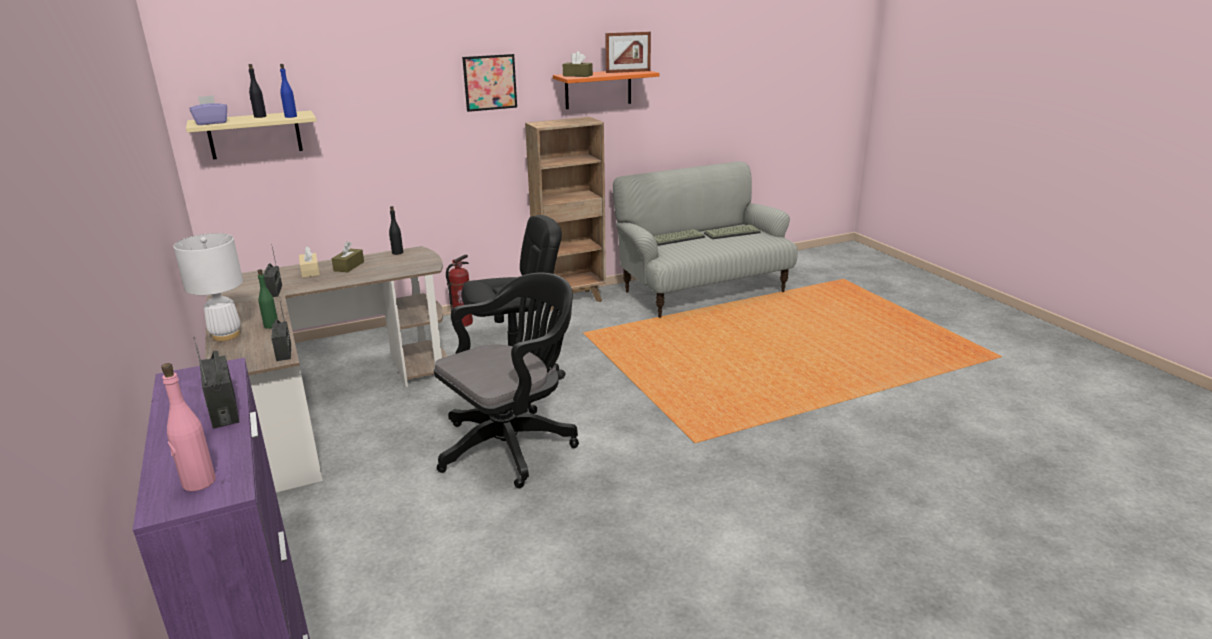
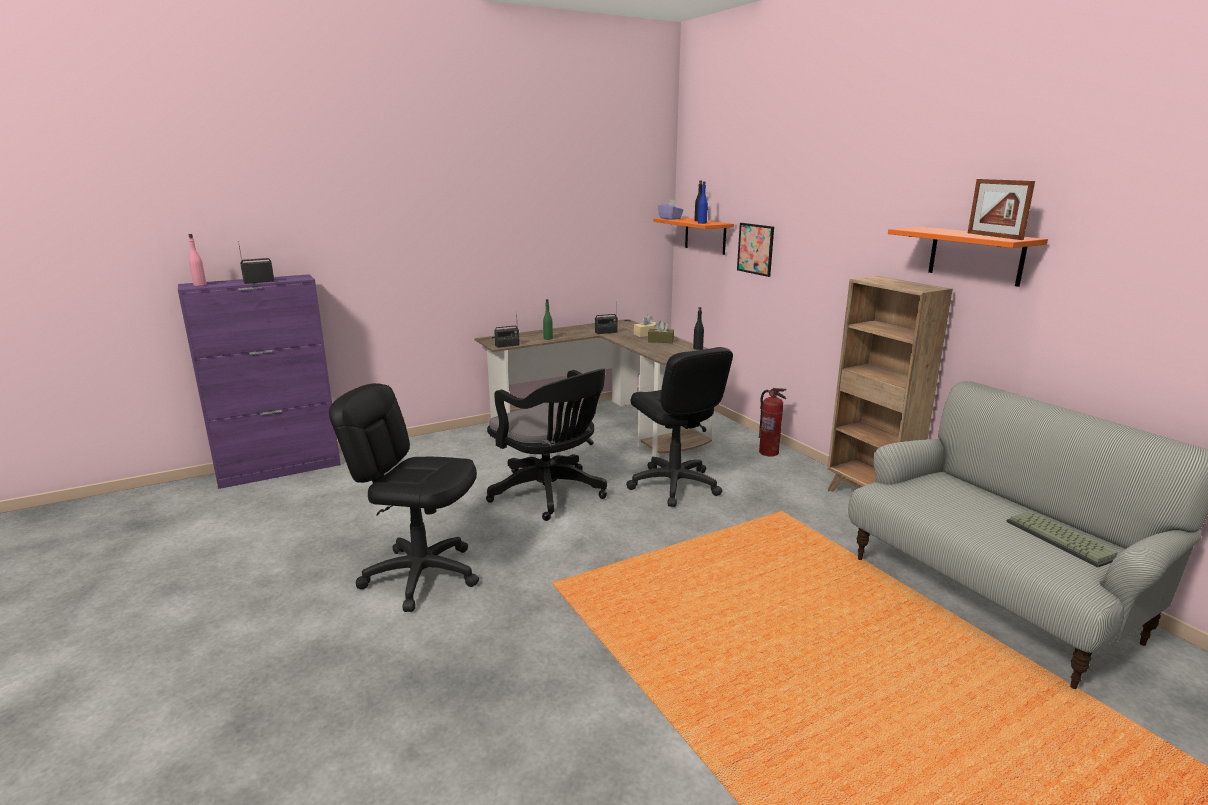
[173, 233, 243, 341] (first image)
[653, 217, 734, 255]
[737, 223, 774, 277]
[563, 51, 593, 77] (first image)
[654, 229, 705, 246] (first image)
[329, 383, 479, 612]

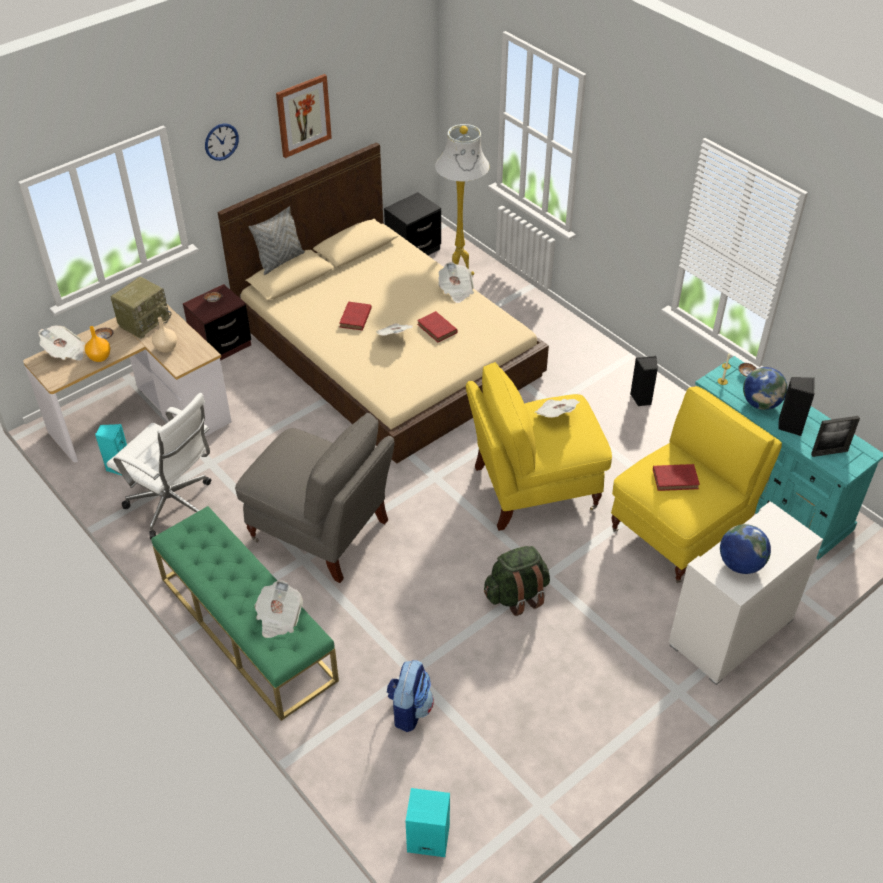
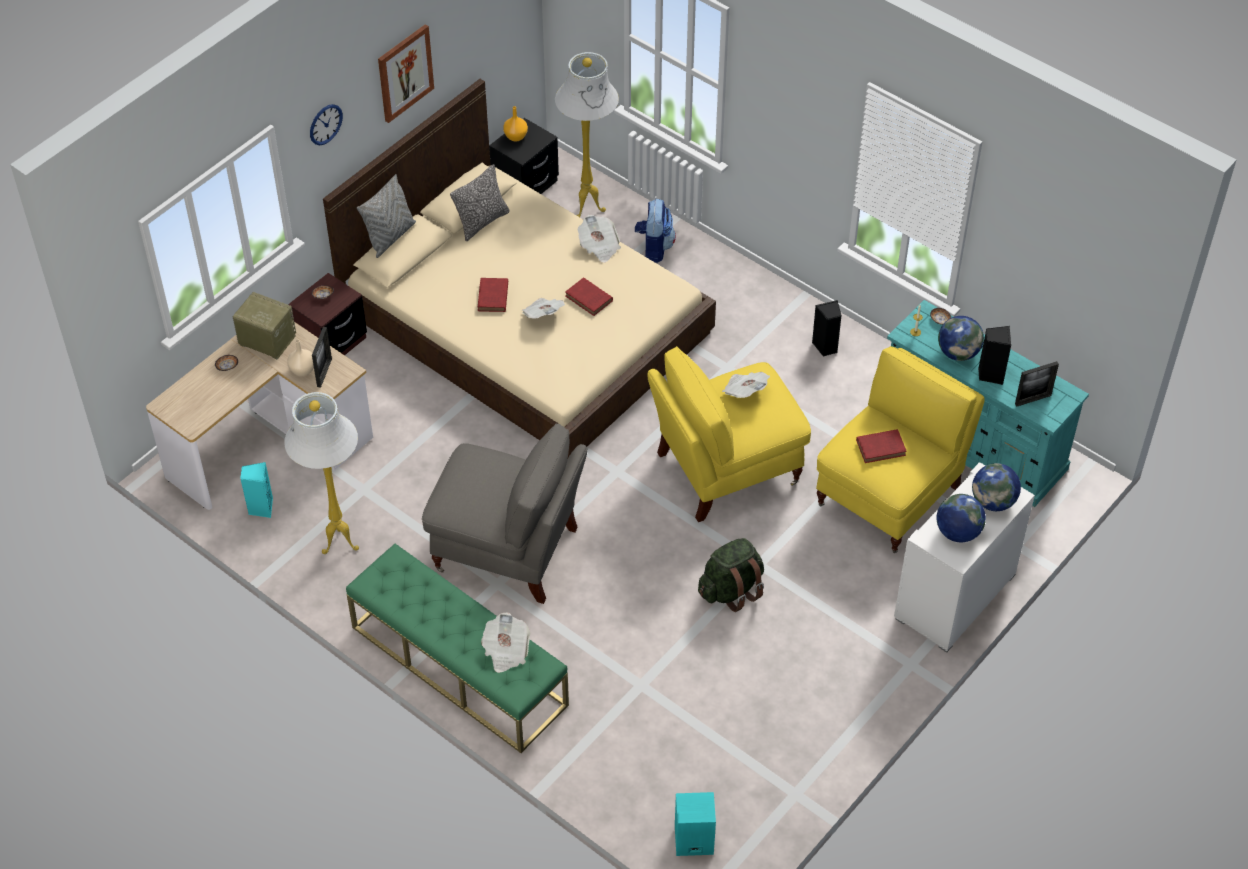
[39, 326, 85, 361] (first image)
[503, 106, 528, 141]
[284, 392, 359, 554]
[233, 292, 296, 360]
[635, 199, 676, 263]
[312, 327, 332, 388]
[450, 164, 510, 241]
[972, 463, 1021, 511]

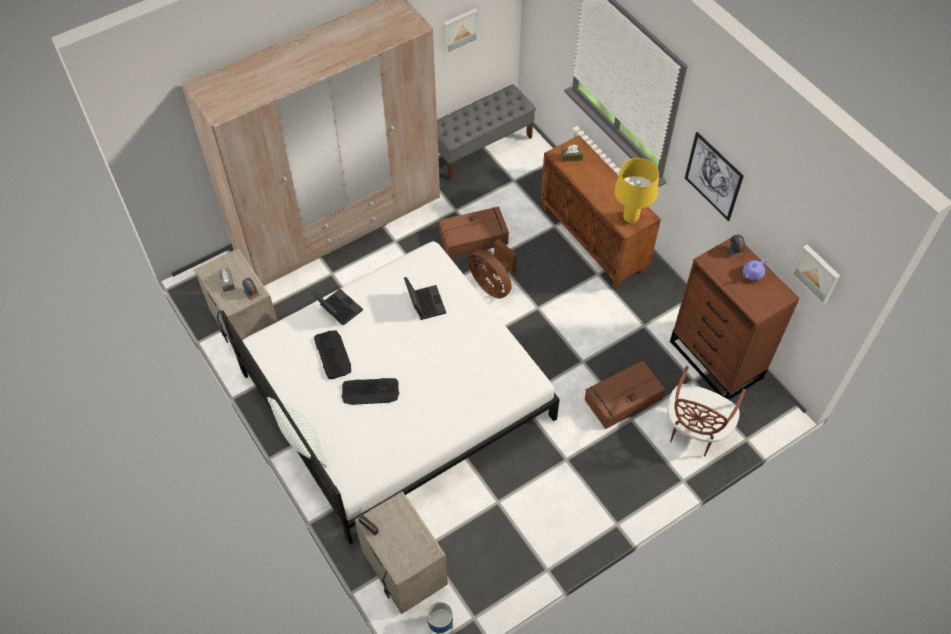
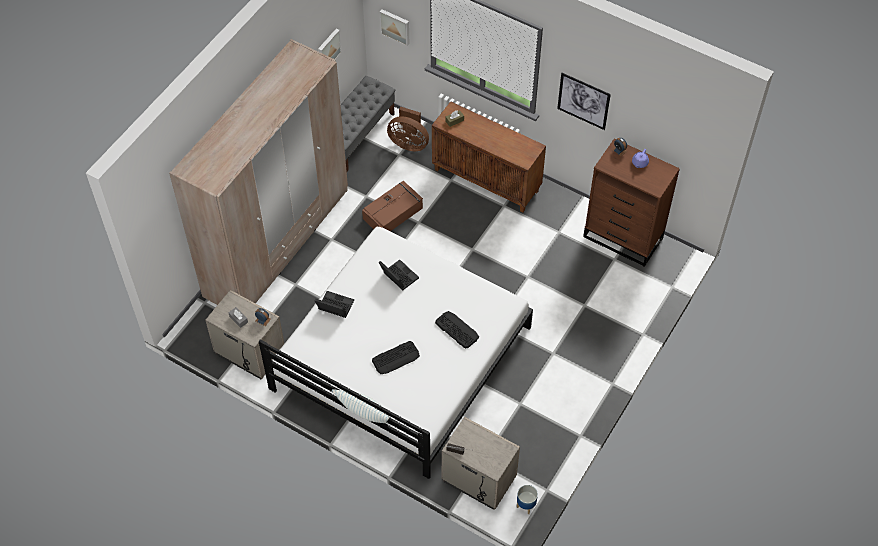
[435, 311, 479, 349]
[387, 107, 429, 151]
[585, 361, 666, 429] (first image)
[614, 158, 659, 223] (first image)
[667, 366, 746, 456] (first image)
[379, 9, 410, 46]

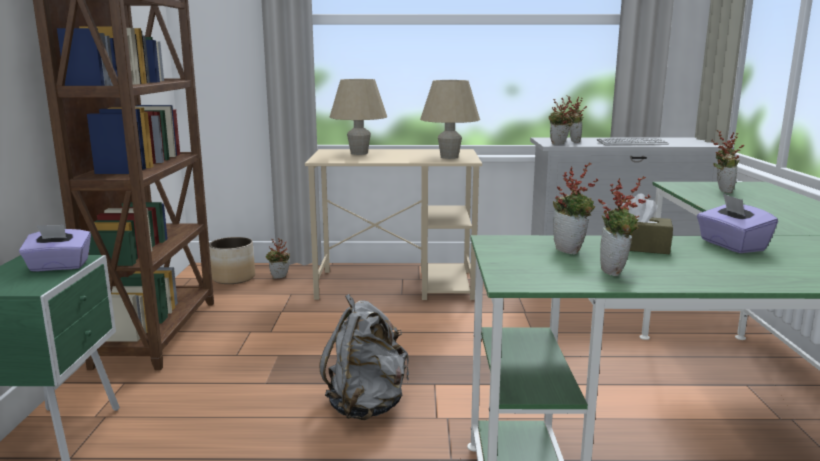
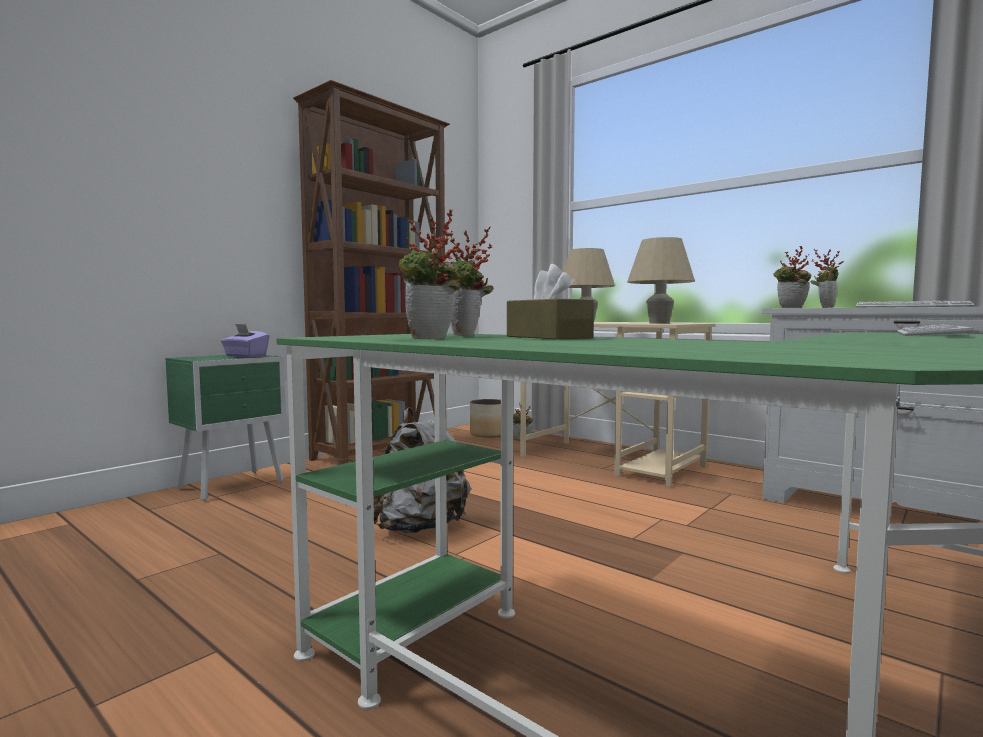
[697, 193, 778, 253] (first image)
[897, 324, 974, 337]

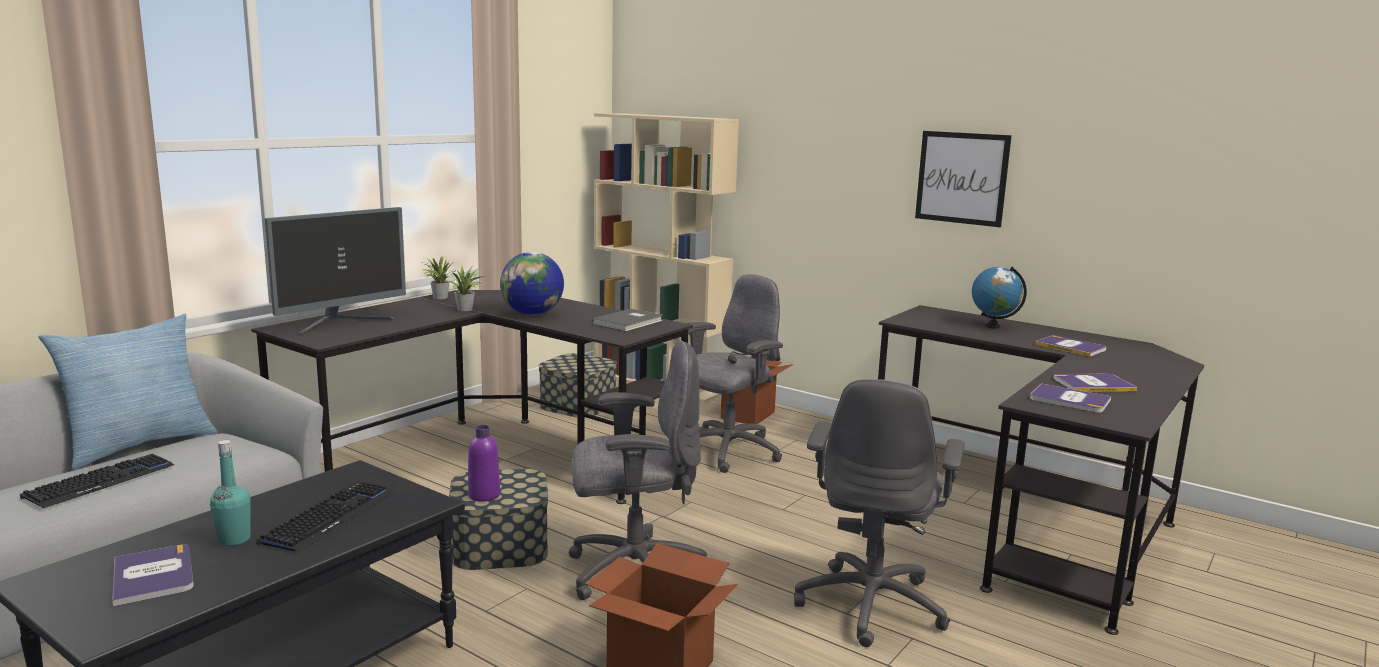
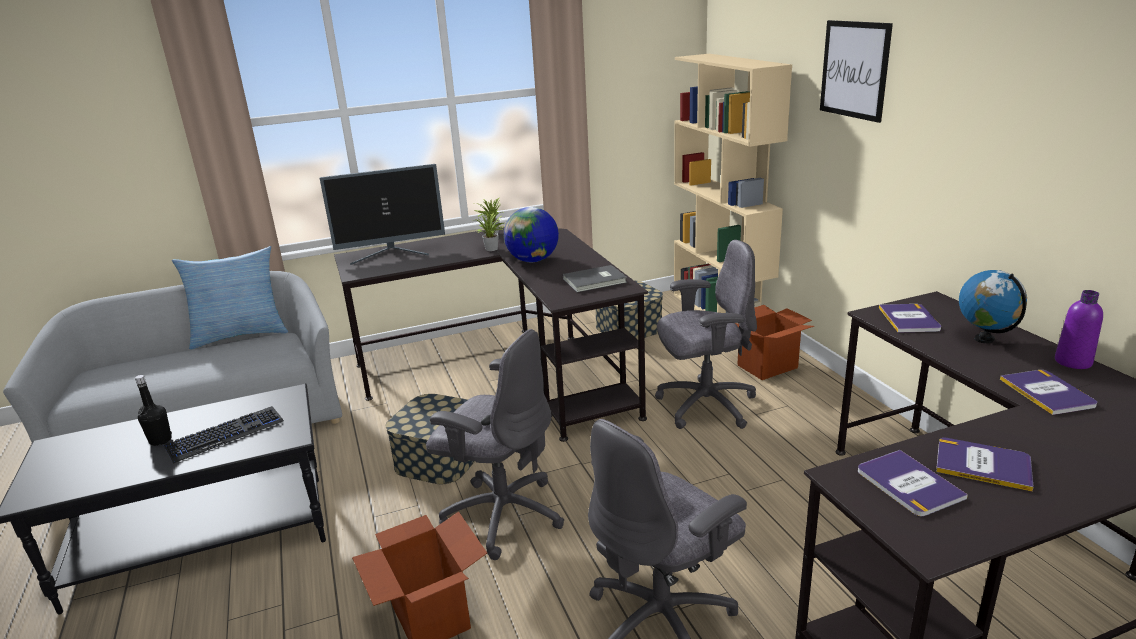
[20, 454, 174, 509] (first image)
[879, 304, 941, 333]
[135, 375, 172, 446]
[1055, 290, 1103, 369]
[820, 20, 893, 123]

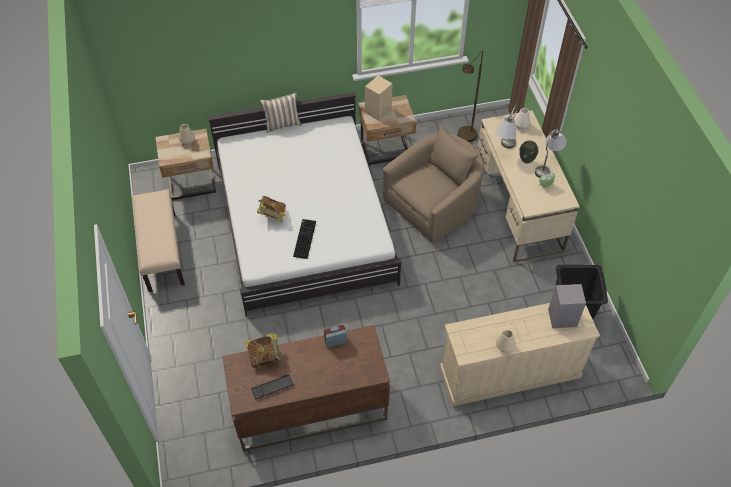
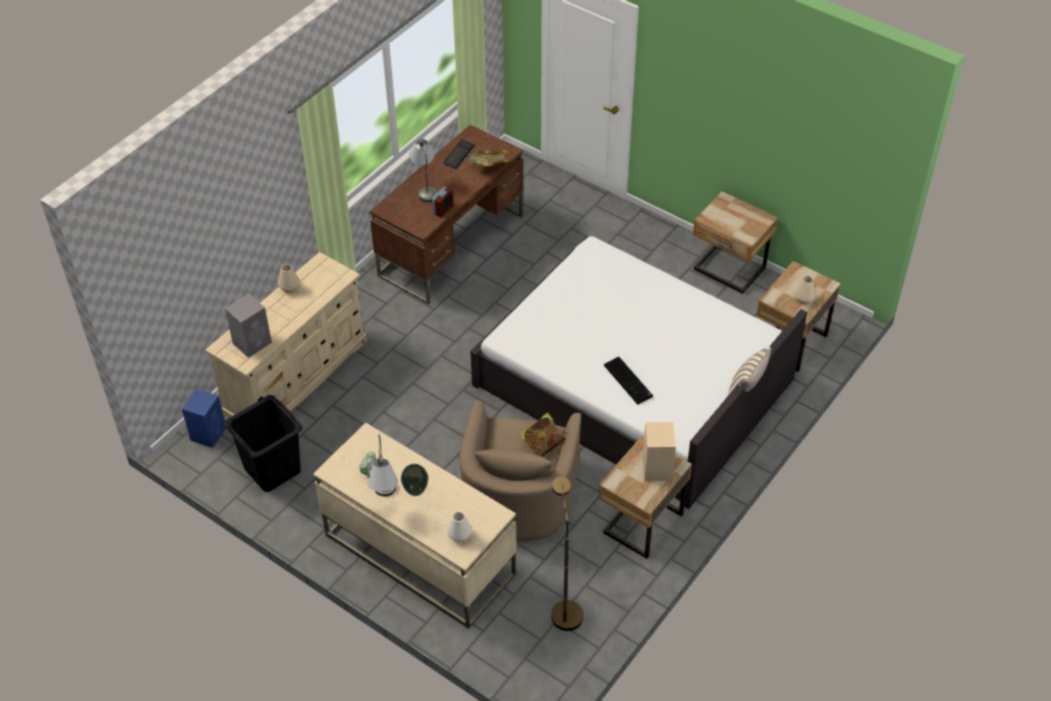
[693, 192, 778, 294]
[519, 413, 566, 457]
[604, 356, 653, 405]
[409, 139, 437, 202]
[182, 389, 226, 448]

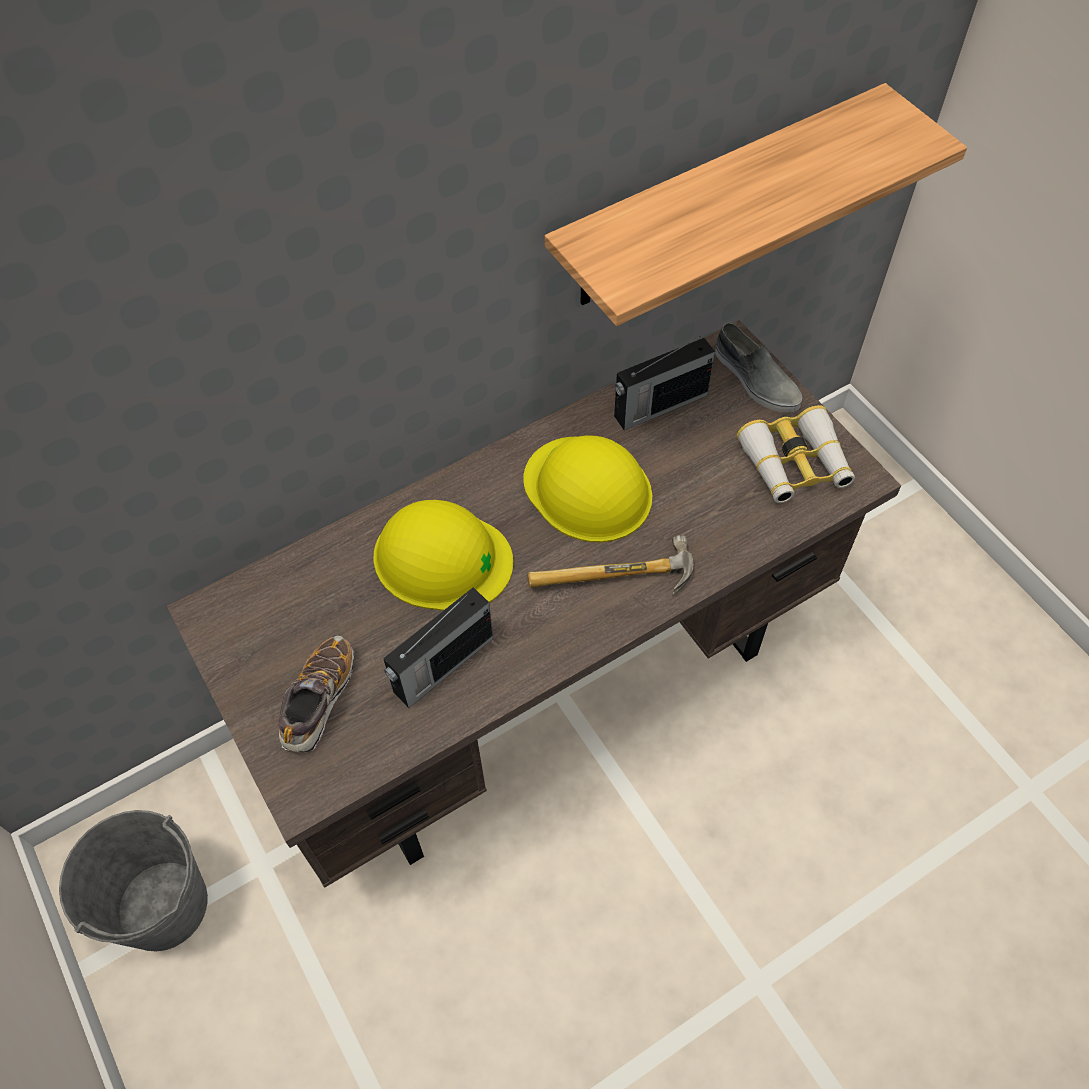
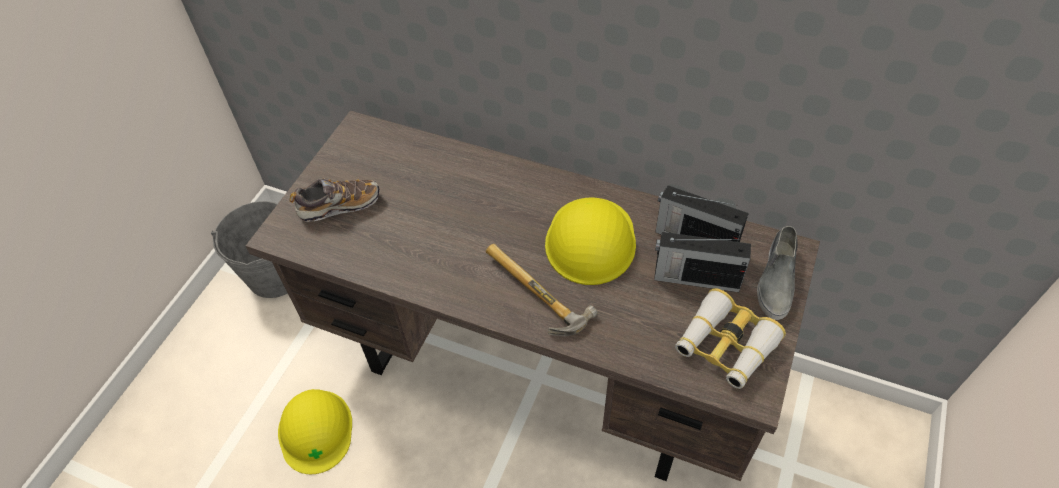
[278, 389, 352, 474]
[654, 232, 751, 292]
[545, 83, 967, 326] (first image)

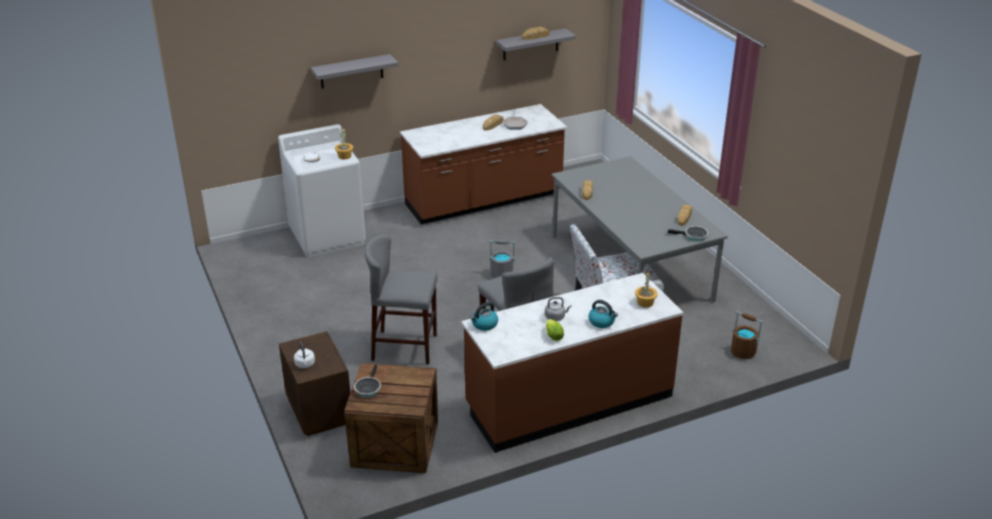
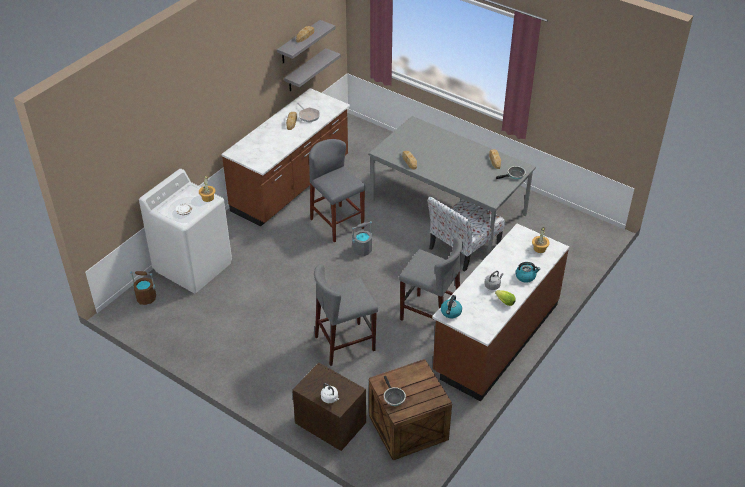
[284, 48, 341, 91]
[130, 271, 156, 305]
[309, 139, 365, 242]

